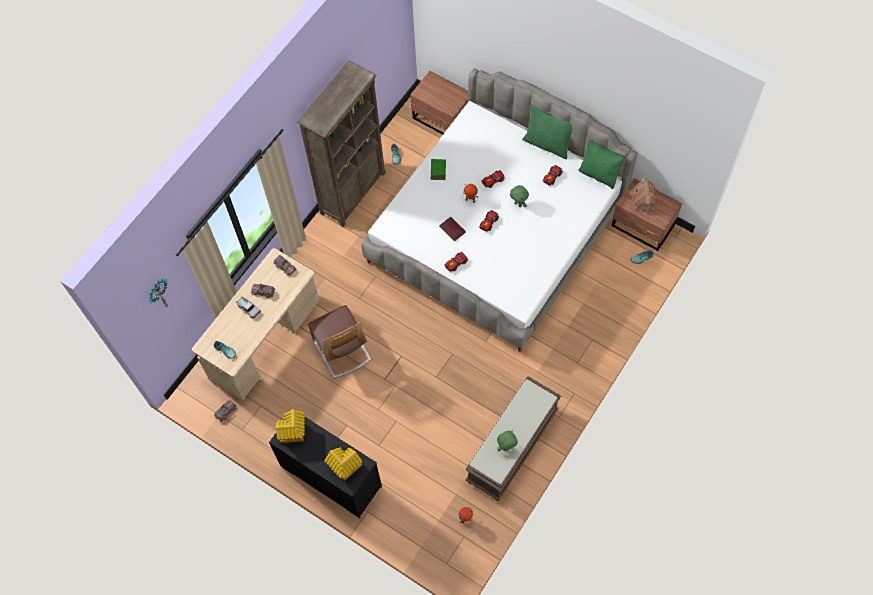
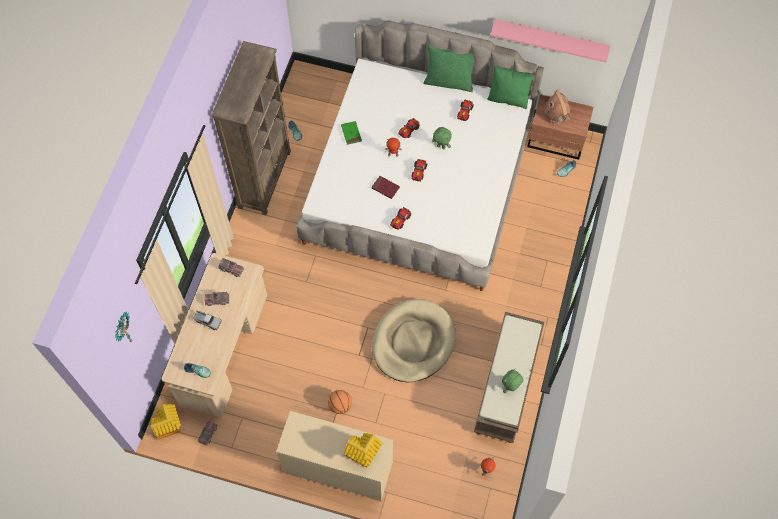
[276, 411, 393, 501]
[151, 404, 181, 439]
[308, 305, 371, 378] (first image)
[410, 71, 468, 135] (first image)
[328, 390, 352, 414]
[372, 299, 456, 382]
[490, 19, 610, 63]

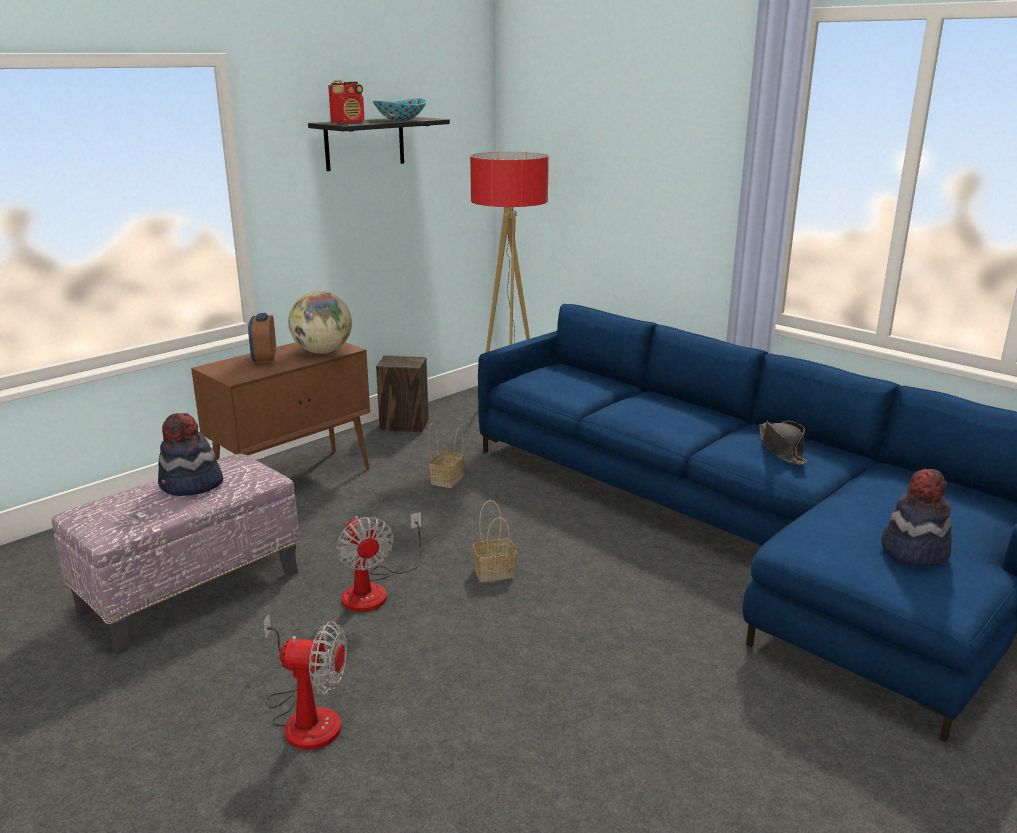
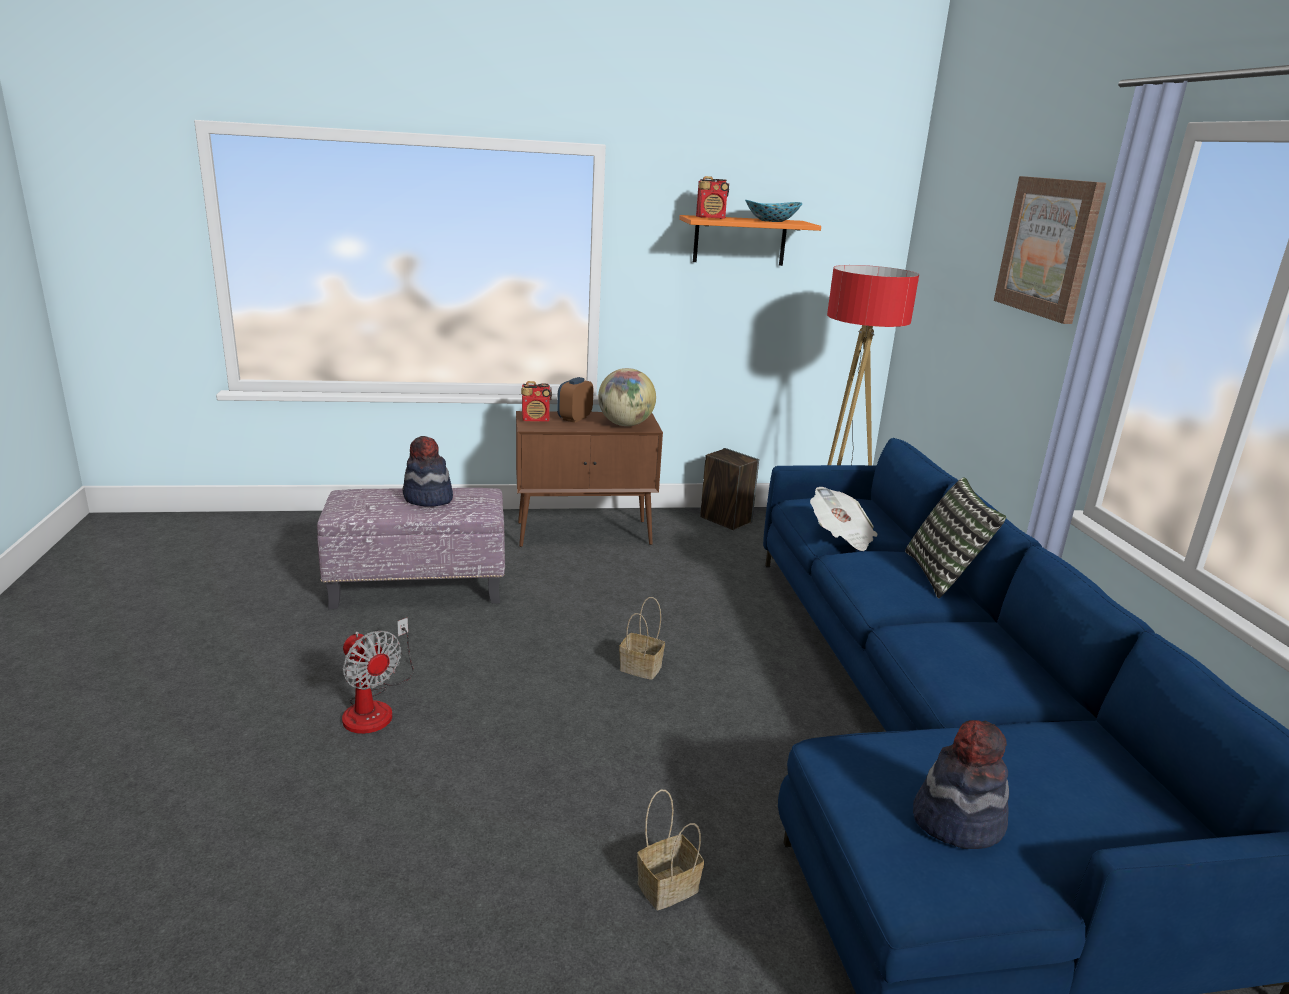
[679, 215, 821, 266]
[336, 512, 421, 612] (first image)
[637, 790, 704, 910]
[759, 421, 807, 465] (first image)
[521, 381, 552, 422]
[810, 487, 878, 551]
[905, 477, 1006, 599]
[994, 176, 1106, 324]

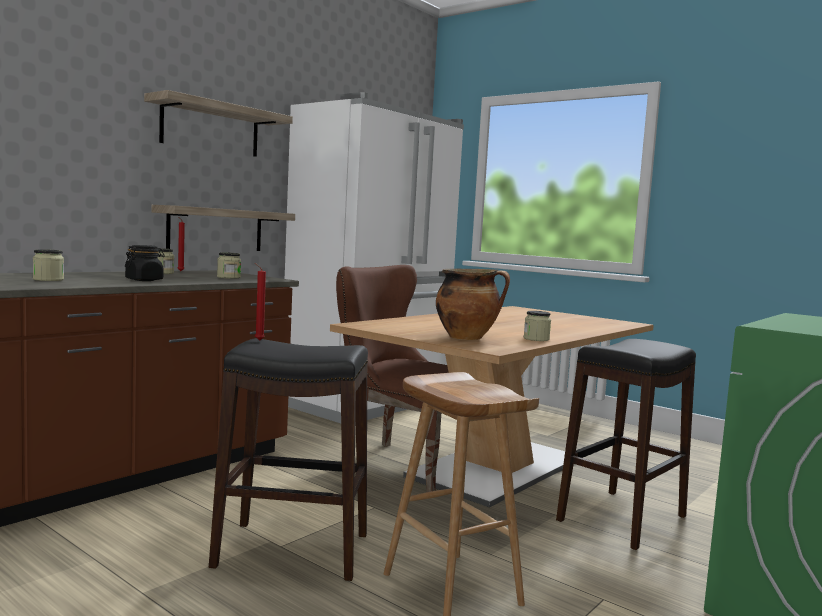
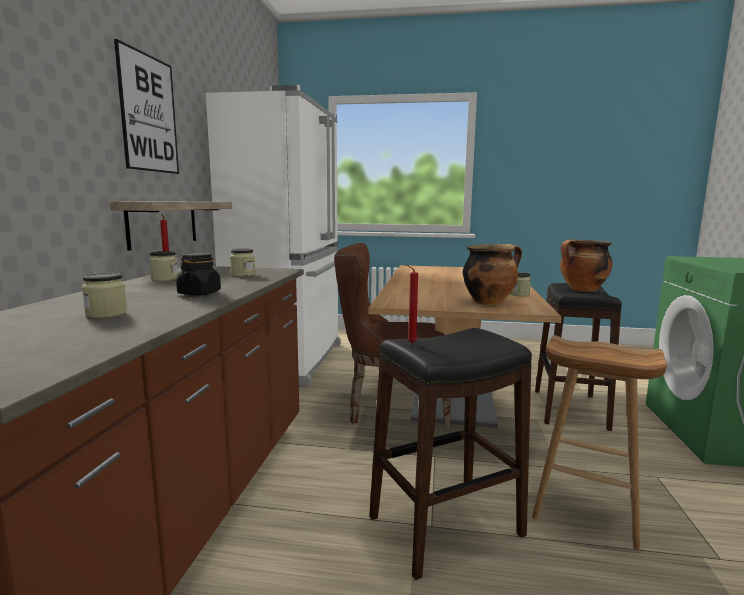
[114, 39, 179, 174]
[560, 239, 612, 292]

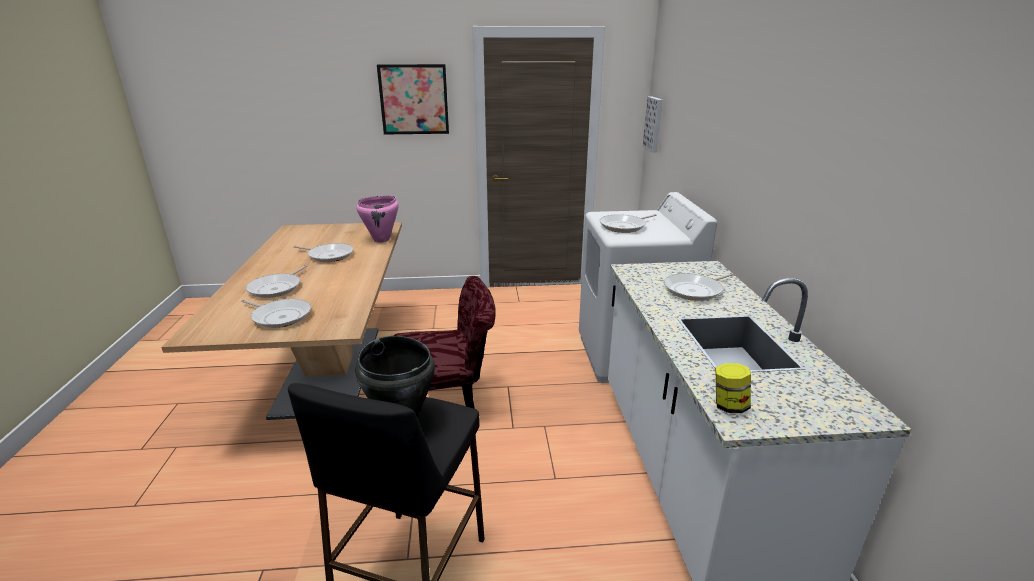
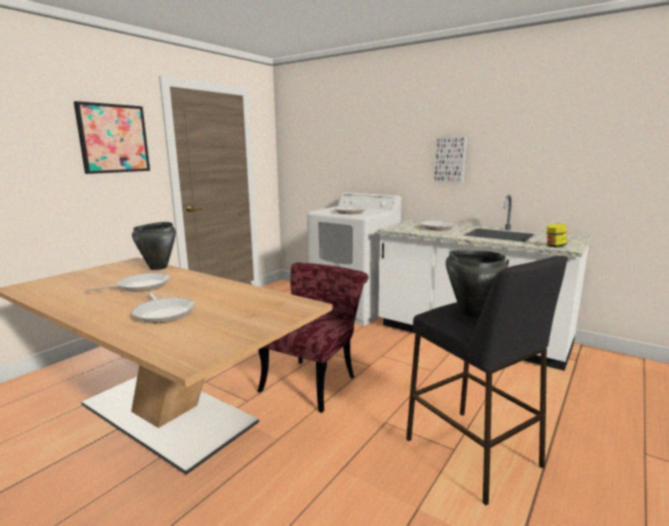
[241, 299, 311, 328] (first image)
[132, 222, 176, 270]
[434, 137, 467, 183]

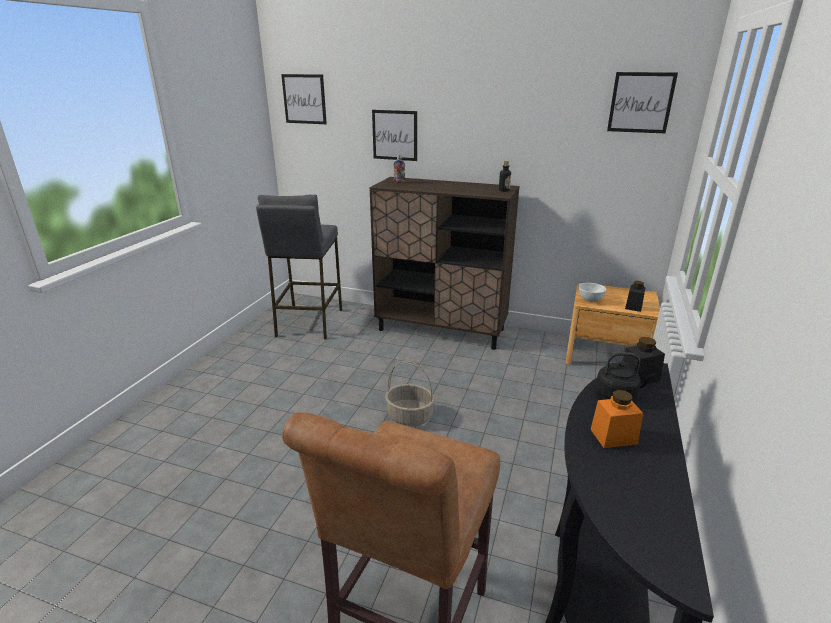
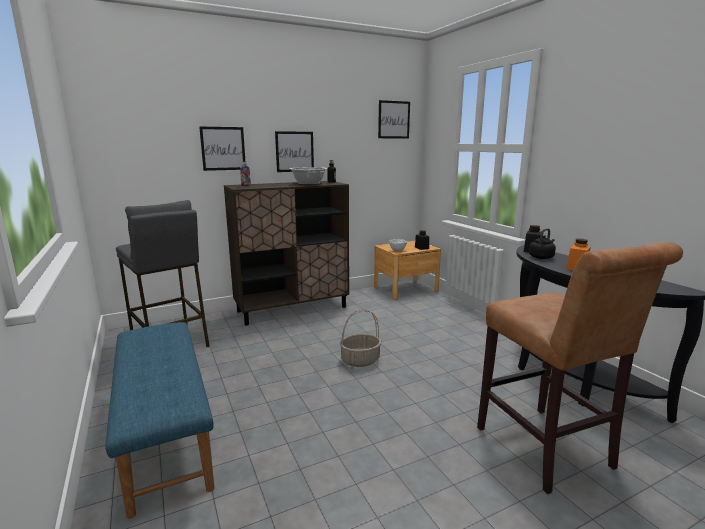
[275, 131, 314, 172]
[106, 322, 214, 519]
[289, 167, 328, 185]

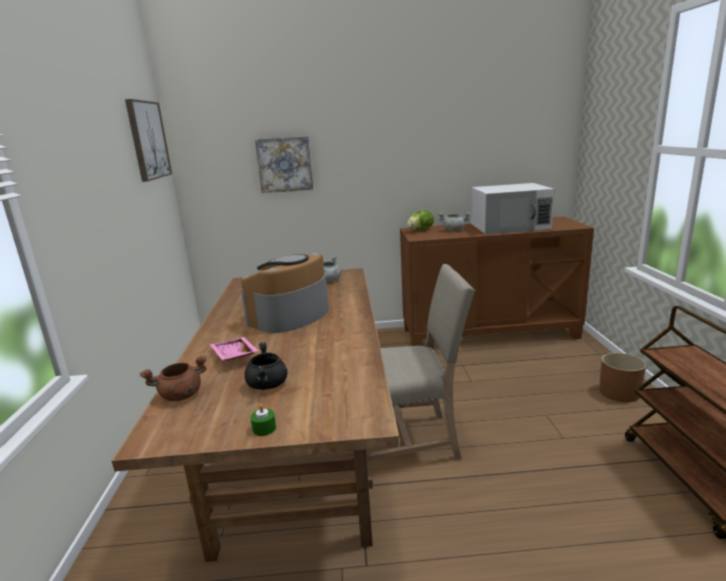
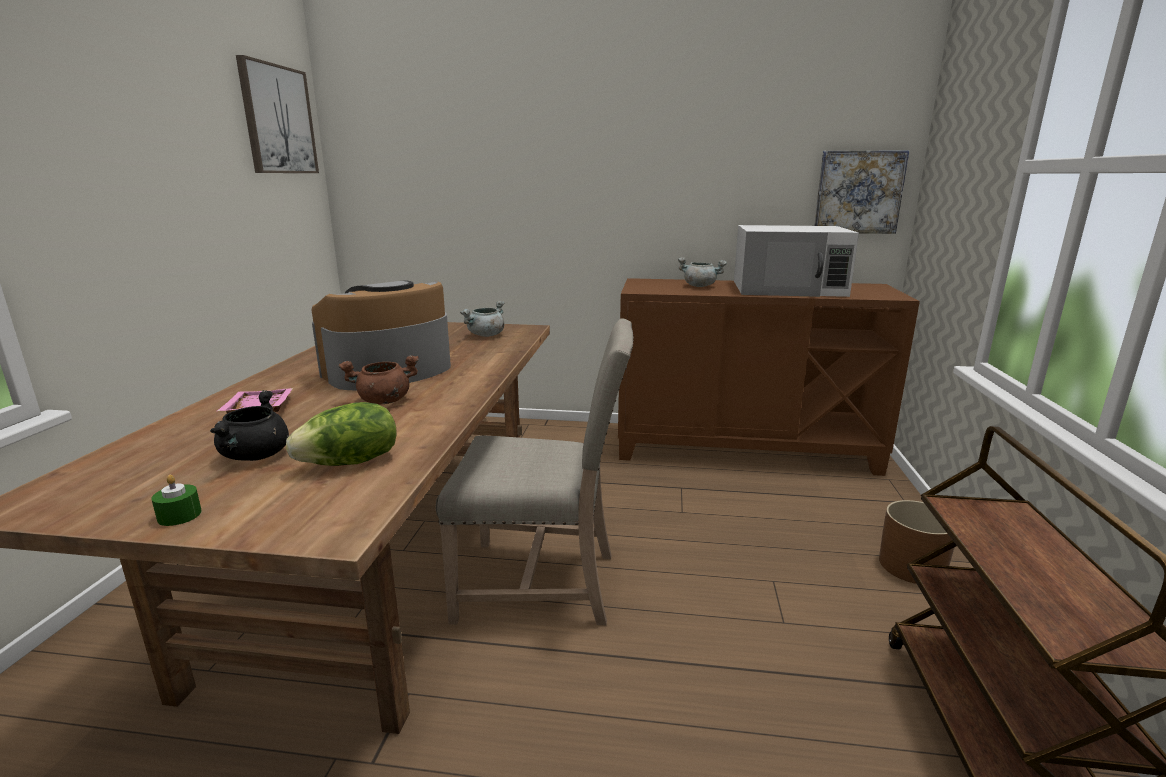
[338, 355, 419, 405]
[814, 150, 909, 234]
[286, 402, 397, 466]

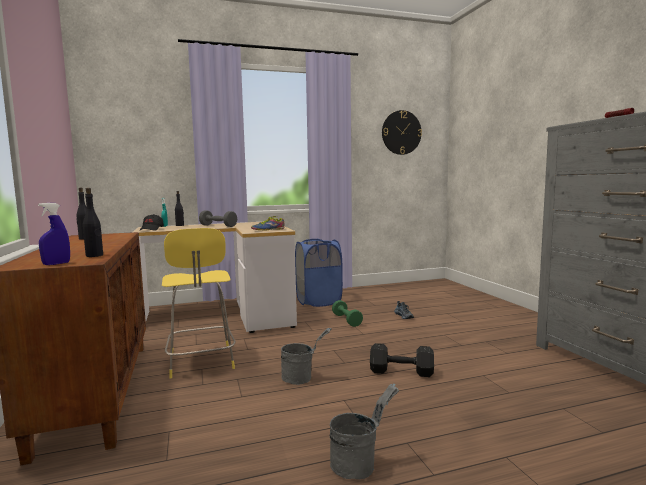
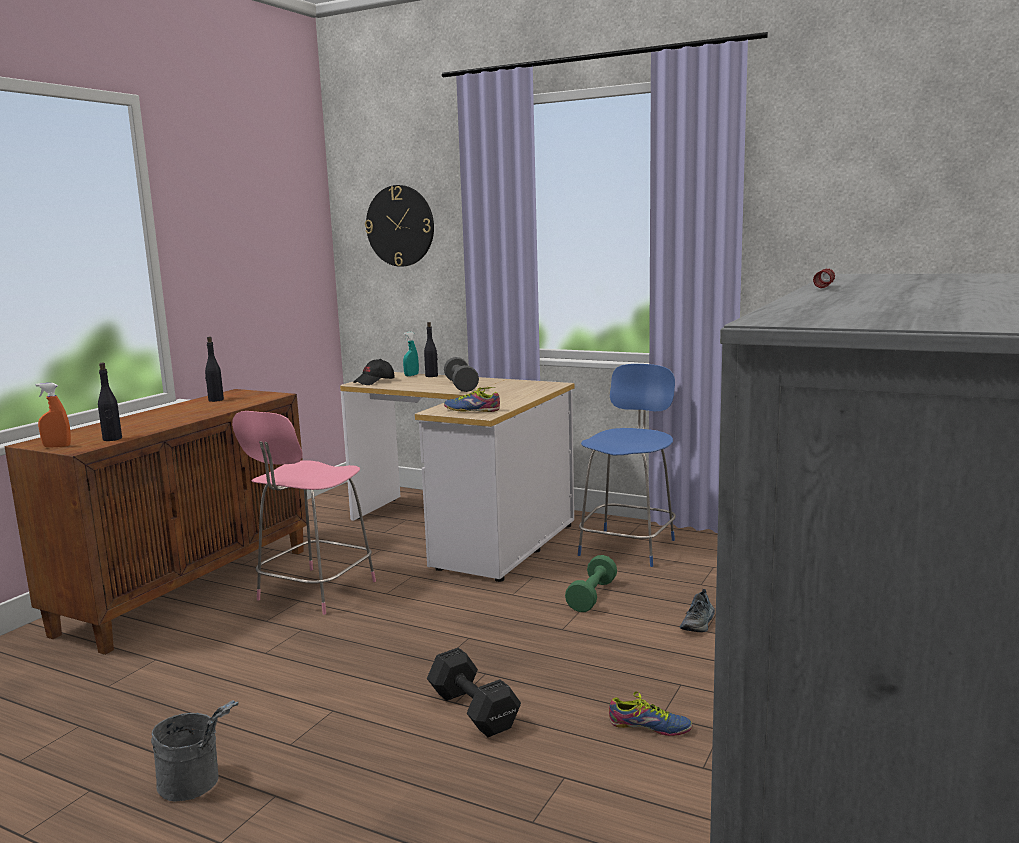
[36, 383, 71, 447]
[232, 411, 376, 615]
[281, 328, 332, 385] (first image)
[578, 364, 676, 567]
[365, 185, 434, 267]
[609, 691, 692, 736]

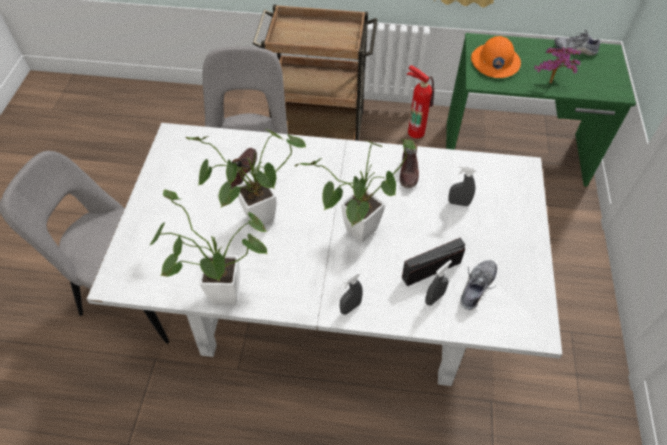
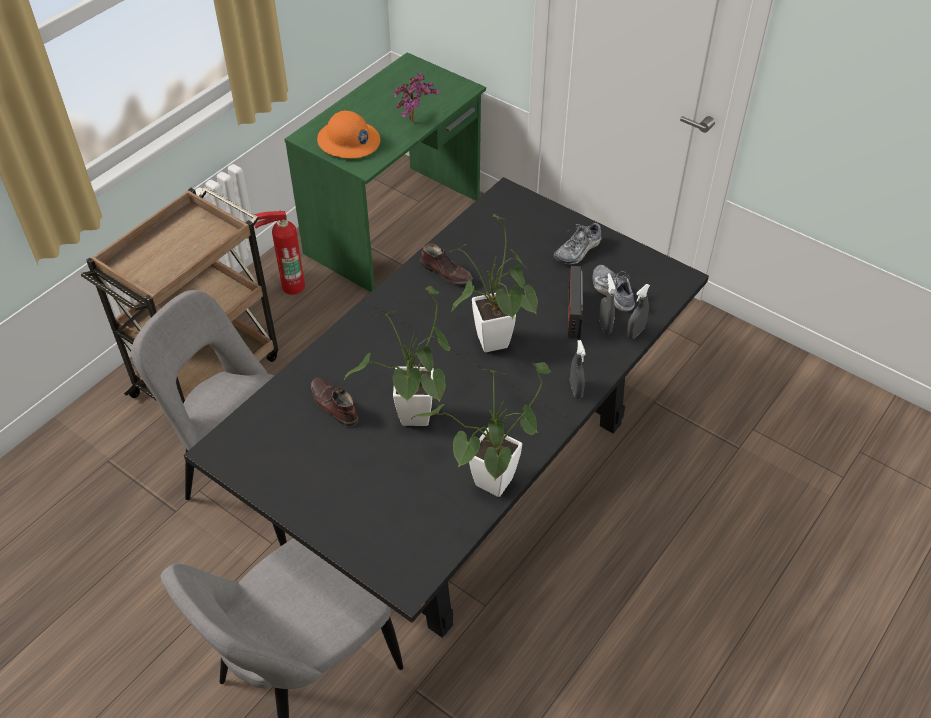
[184, 177, 709, 638]
[627, 284, 650, 339]
[554, 222, 602, 264]

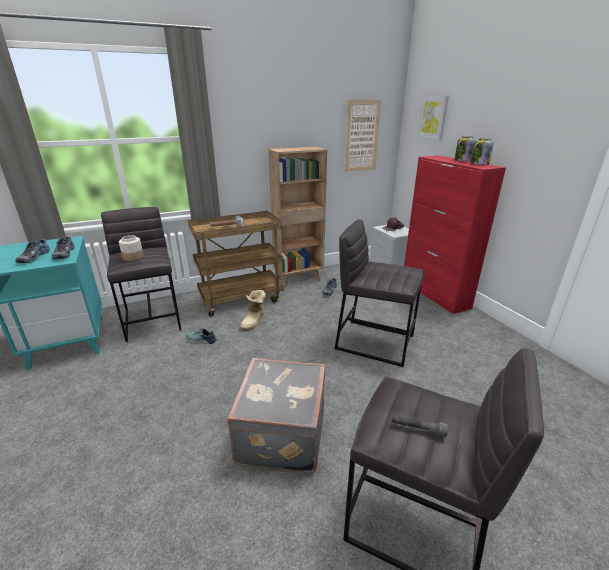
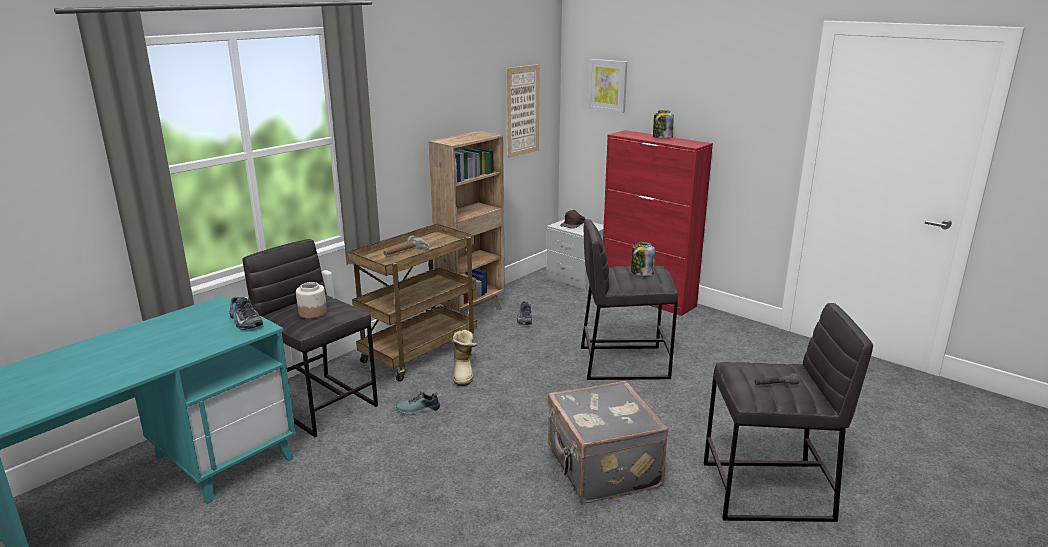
[15, 239, 50, 263] (first image)
[631, 242, 655, 276]

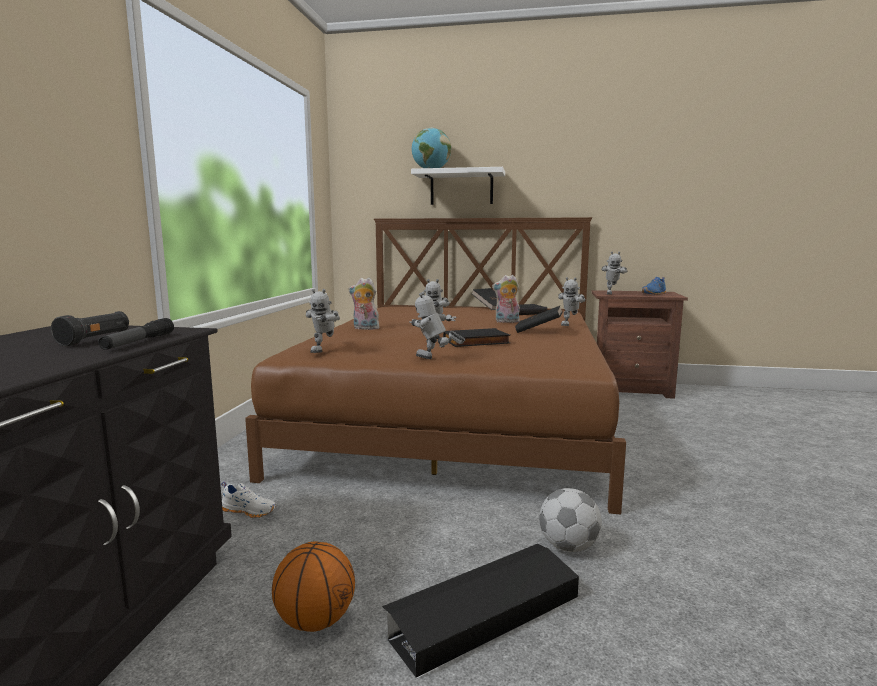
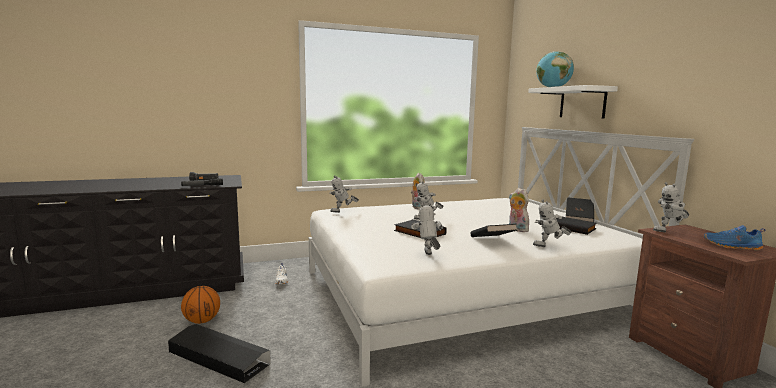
[309, 127, 695, 387]
[411, 203, 443, 255]
[539, 488, 602, 552] (first image)

